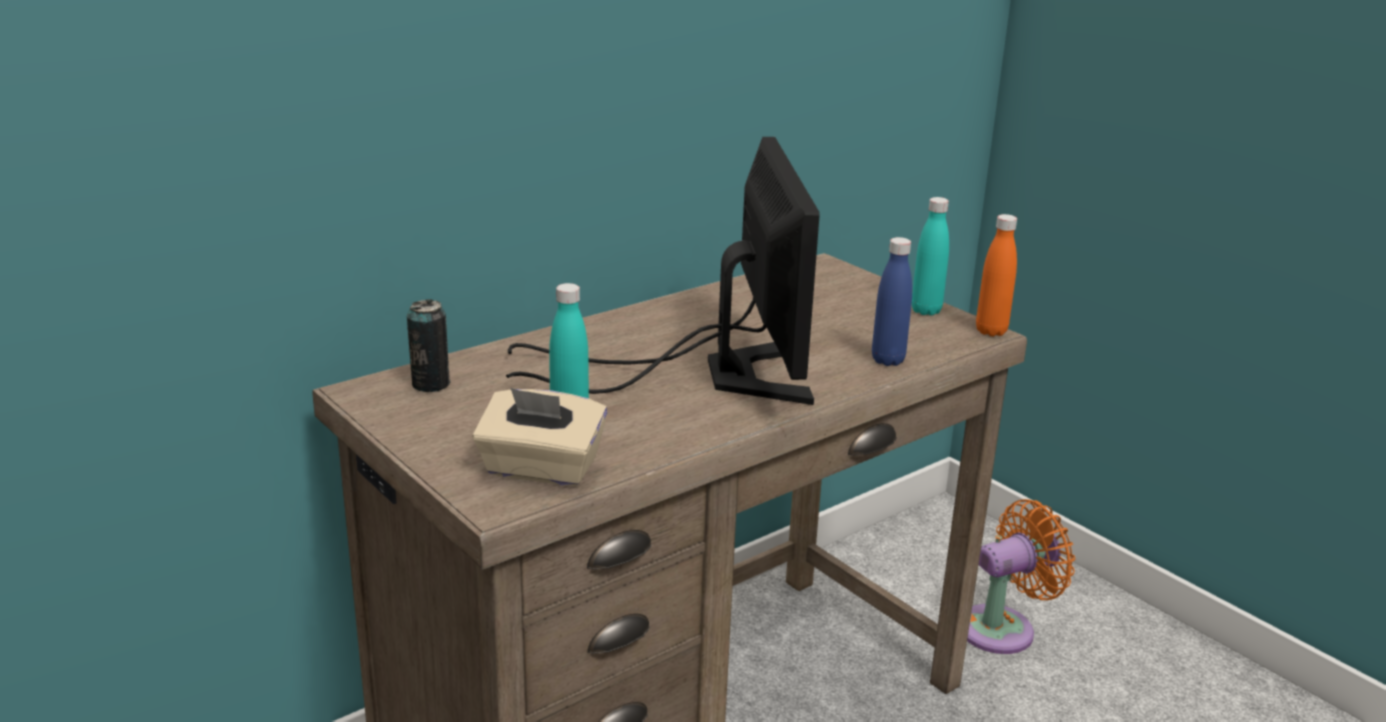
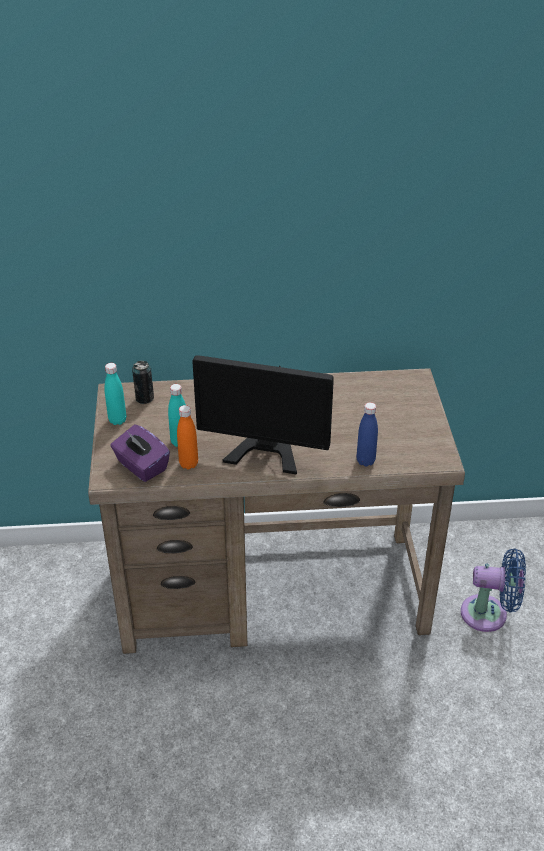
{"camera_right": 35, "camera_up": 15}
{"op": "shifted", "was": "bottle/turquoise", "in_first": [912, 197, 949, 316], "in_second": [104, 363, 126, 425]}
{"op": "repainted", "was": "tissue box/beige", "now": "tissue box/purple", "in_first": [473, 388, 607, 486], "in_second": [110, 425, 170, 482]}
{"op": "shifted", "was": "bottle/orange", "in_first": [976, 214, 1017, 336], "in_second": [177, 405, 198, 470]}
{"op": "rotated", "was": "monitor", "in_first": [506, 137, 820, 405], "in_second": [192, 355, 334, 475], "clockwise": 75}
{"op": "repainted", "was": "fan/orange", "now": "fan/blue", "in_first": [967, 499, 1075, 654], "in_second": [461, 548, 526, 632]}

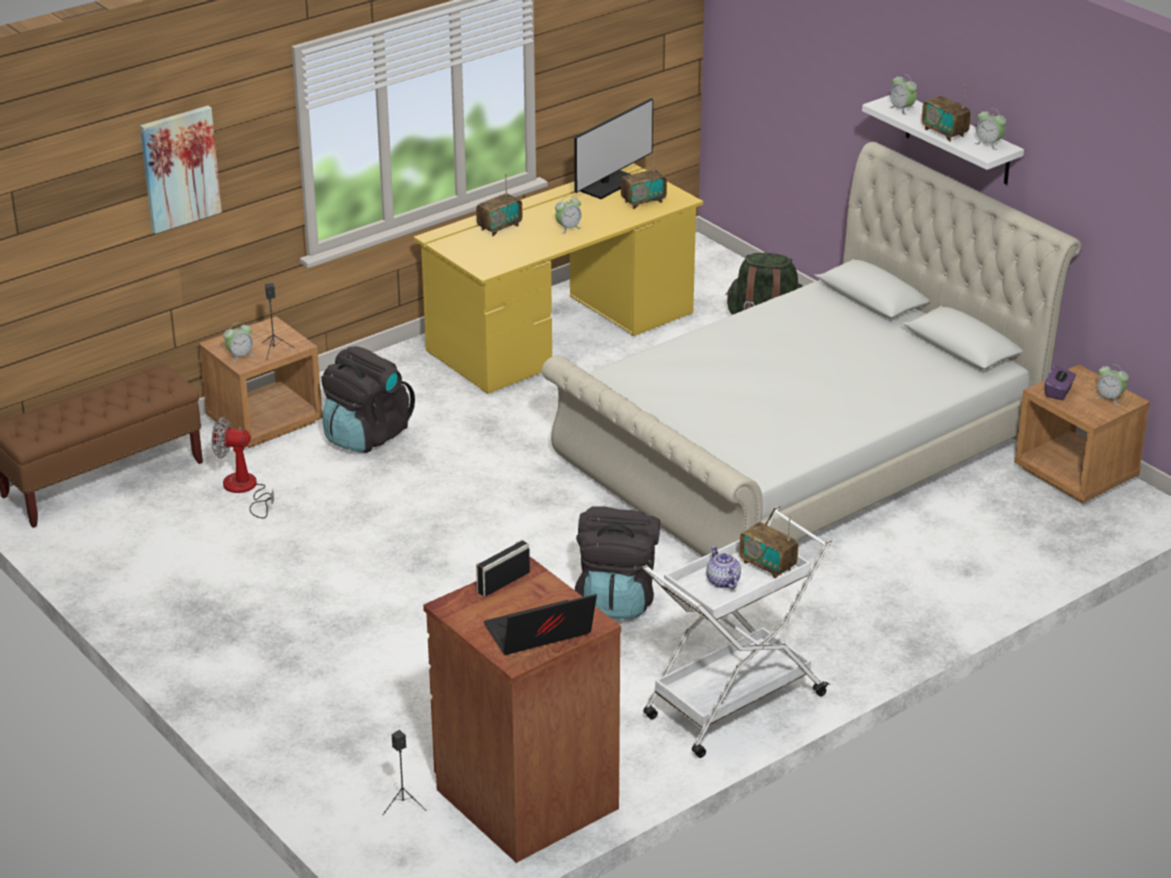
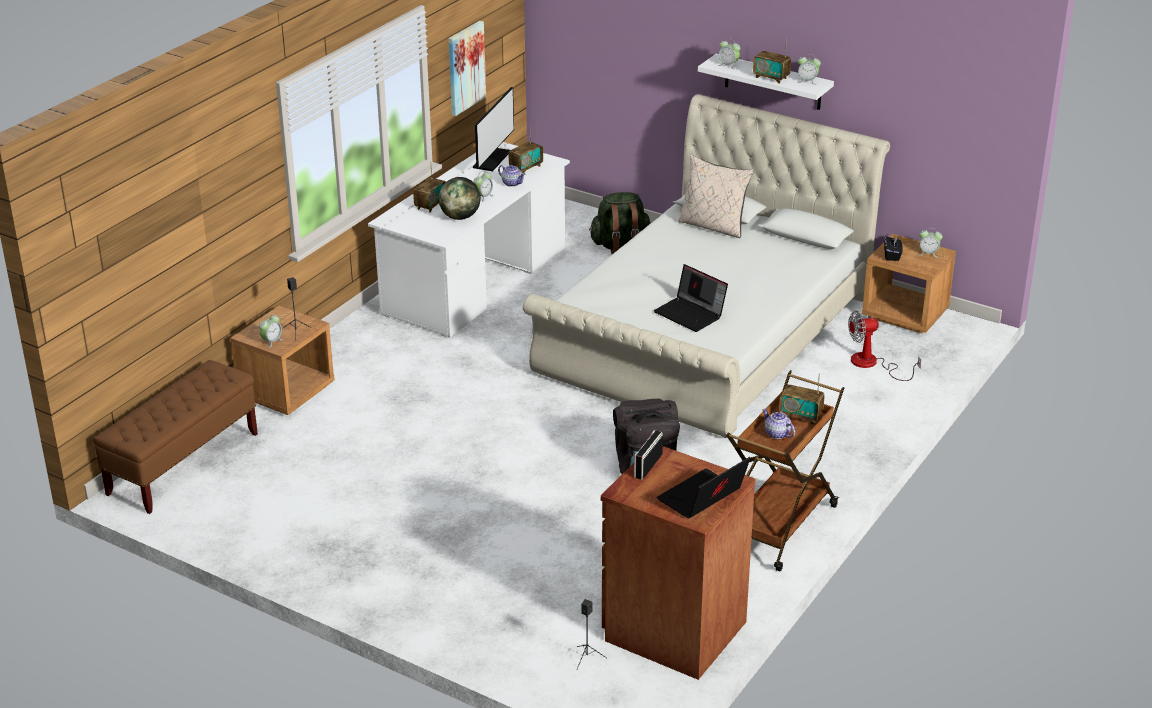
{"camera_right": -20, "camera_up": 0}
{"op": "repainted", "was": "desk/yellow", "now": "desk/white", "in_first": [413, 163, 703, 394], "in_second": [368, 142, 570, 337]}
{"op": "new", "now": "globe", "in_second": [439, 177, 480, 220]}
{"op": "shifted", "was": "picture", "in_first": [140, 106, 222, 234], "in_second": [448, 21, 486, 116]}
{"op": "new", "now": "teapot", "in_second": [498, 165, 526, 187]}
{"op": "new", "now": "laptop", "in_second": [654, 264, 728, 332]}
{"op": "new", "now": "pillow/beige", "in_second": [678, 155, 753, 238]}
{"op": "repainted", "was": "cart/white", "now": "cart/brown", "in_first": [642, 506, 832, 758], "in_second": [726, 370, 845, 571]}
{"op": "shifted", "was": "fan", "in_first": [212, 416, 274, 519], "in_second": [848, 311, 921, 381]}
{"op": "repainted", "was": "tissue box/purple", "now": "tissue box/black", "in_first": [1045, 365, 1076, 400], "in_second": [884, 236, 903, 261]}
{"op": "gone", "was": "backpack/black", "in_first": [321, 346, 415, 453]}

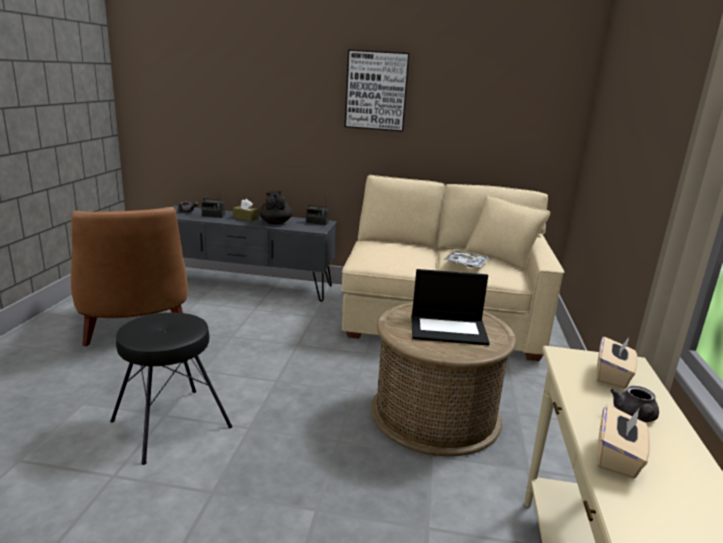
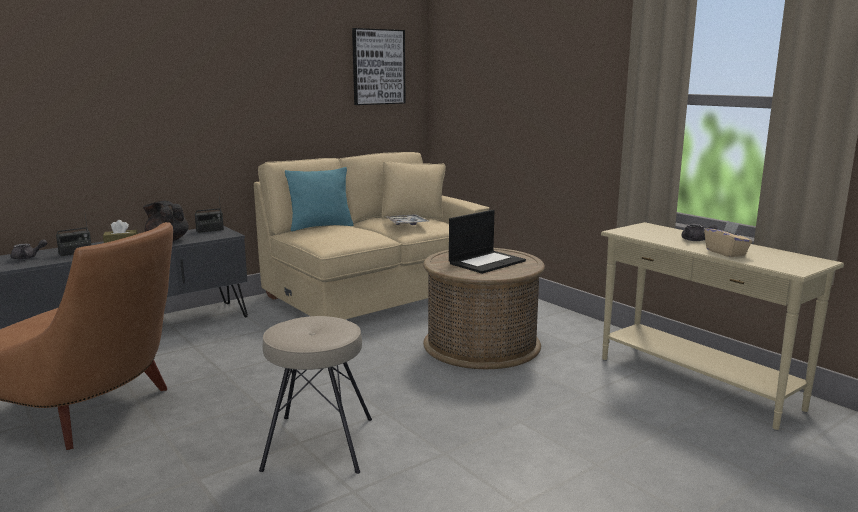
{"camera_right": -45, "camera_up": -5}
{"op": "repainted", "was": "stool/black", "now": "stool/beige", "in_first": [110, 312, 232, 465], "in_second": [259, 316, 372, 474]}
{"op": "new", "now": "pillow/turquoise", "in_second": [285, 167, 354, 231]}
{"op": "shifted", "was": "picture", "in_first": [345, 49, 410, 132], "in_second": [352, 28, 406, 105]}
{"op": "gone", "was": "tissue box/beige", "in_first": [597, 337, 638, 389]}

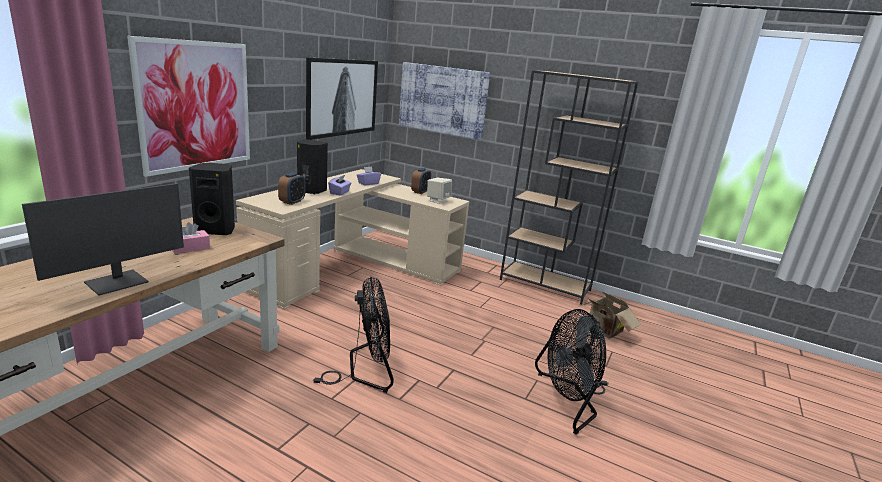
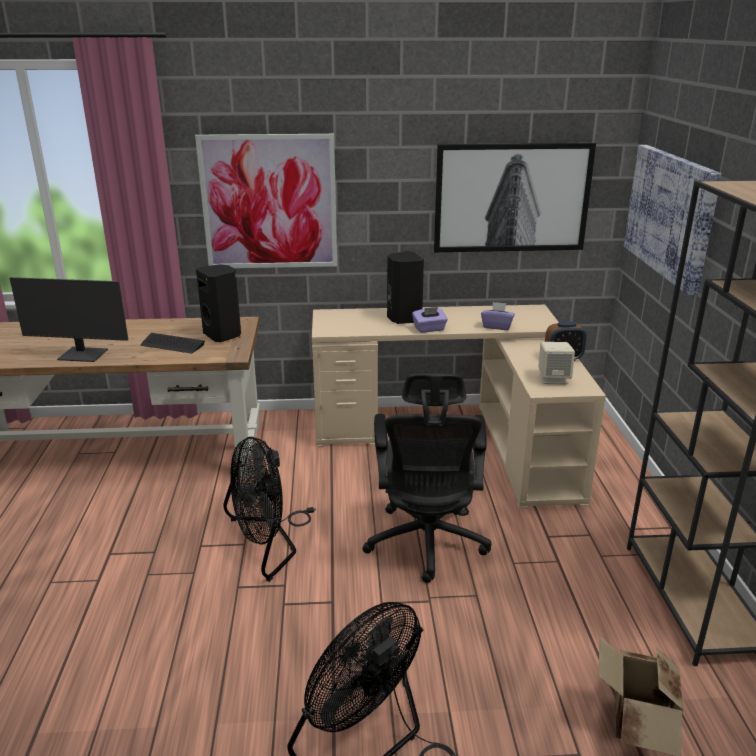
{"camera_right": 60, "camera_up": 5}
{"op": "swapped", "was": "tissue box/pink", "now": "keyboard", "in_first": [172, 222, 210, 254], "in_second": [141, 333, 205, 353]}
{"op": "rotated", "was": "fan/black", "in_first": [312, 277, 394, 393], "in_second": [223, 437, 316, 582], "clockwise": 105}
{"op": "new", "now": "office chair", "in_second": [362, 373, 491, 583]}
{"op": "gone", "was": "alarm clock", "in_first": [278, 172, 306, 205]}

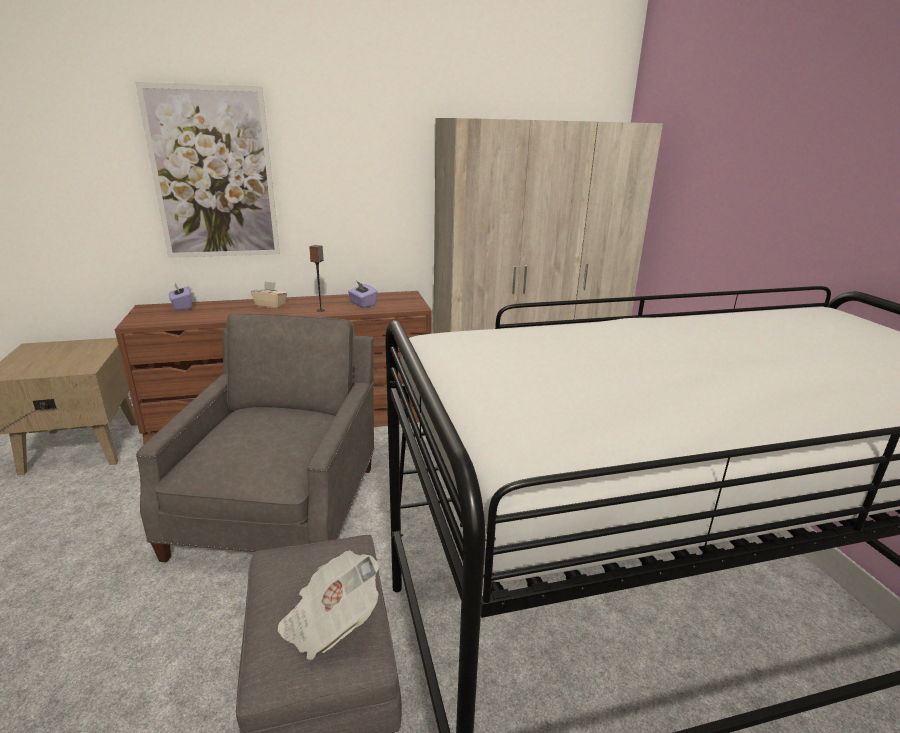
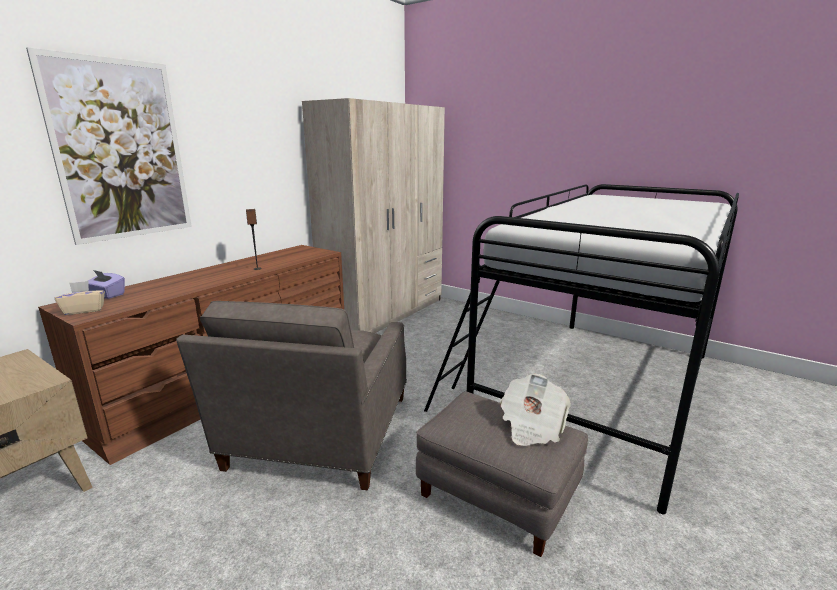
{"camera_right": -40, "camera_up": -5}
{"op": "shifted", "was": "tissue box/beige", "in_first": [251, 281, 287, 308], "in_second": [55, 281, 105, 315]}
{"op": "rotated", "was": "armchair/grey", "in_first": [136, 313, 375, 562], "in_second": [176, 301, 407, 491], "clockwise": -135}
{"op": "gone", "was": "tissue box/purple", "in_first": [348, 282, 378, 308]}

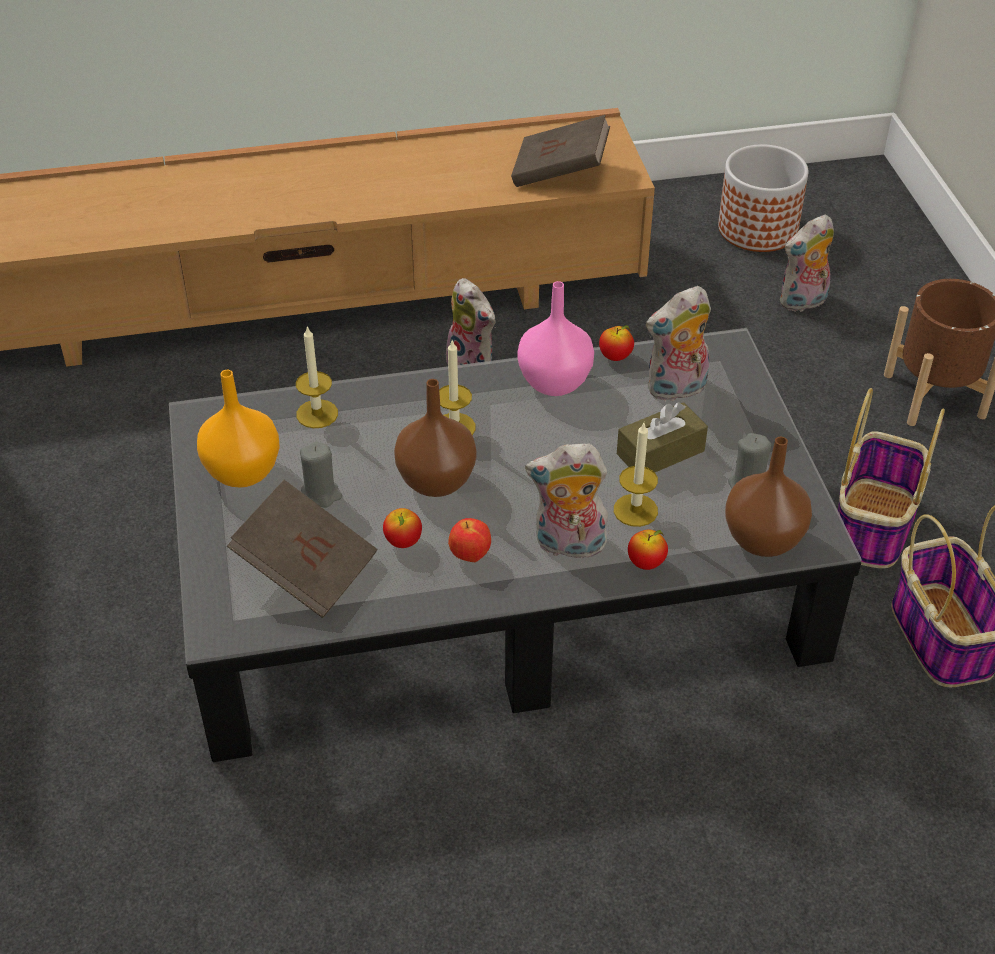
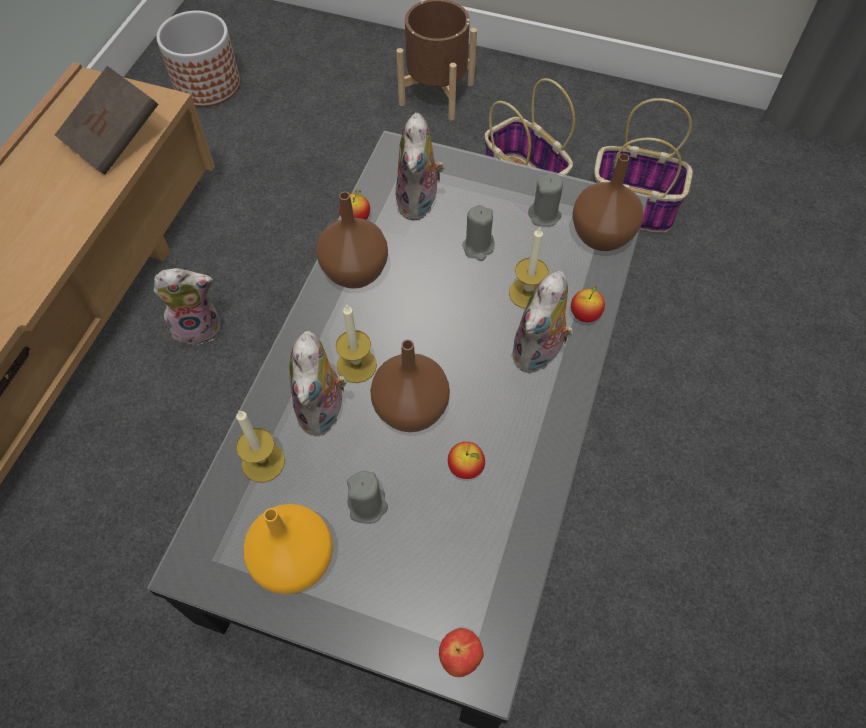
{"camera_right": -60, "camera_up": 15}
{"op": "shifted", "was": "plush toy", "in_first": [780, 214, 834, 313], "in_second": [289, 331, 347, 436]}
{"op": "repainted", "was": "vase/pink", "now": "vase/brown", "in_first": [517, 281, 594, 396], "in_second": [316, 192, 388, 289]}
{"op": "shifted", "was": "apple", "in_first": [448, 518, 491, 562], "in_second": [439, 628, 484, 677]}
{"op": "swapped", "was": "tissue box/brown", "now": "candle/grey", "in_first": [617, 402, 708, 472], "in_second": [462, 205, 495, 261]}
{"op": "gone", "was": "book/brown", "in_first": [227, 480, 377, 618]}

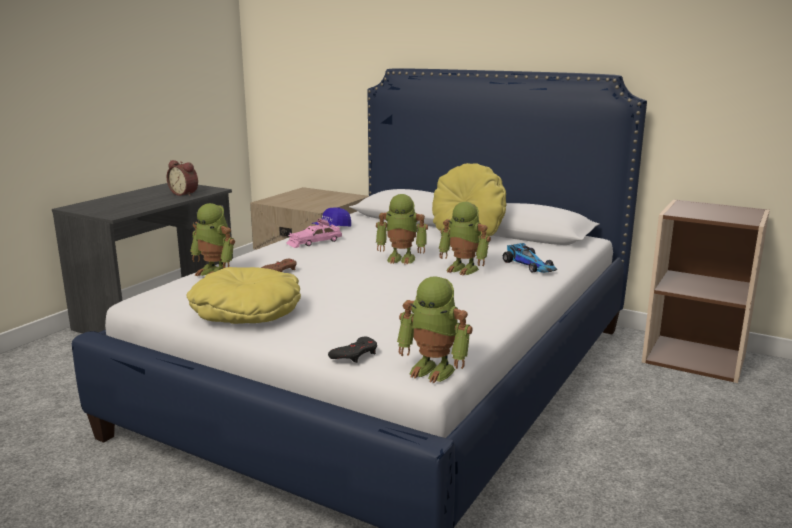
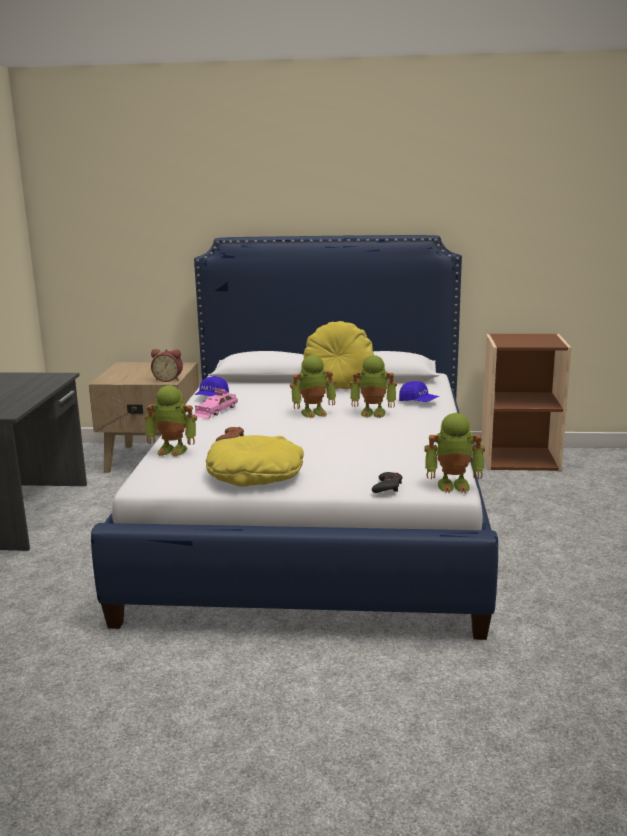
{"camera_right": -25, "camera_up": 0}
{"op": "shifted", "was": "alarm clock", "in_first": [167, 160, 198, 196], "in_second": [151, 349, 183, 382]}
{"op": "swapped", "was": "toy car", "now": "cap/blue", "in_first": [503, 243, 557, 273], "in_second": [399, 381, 439, 402]}

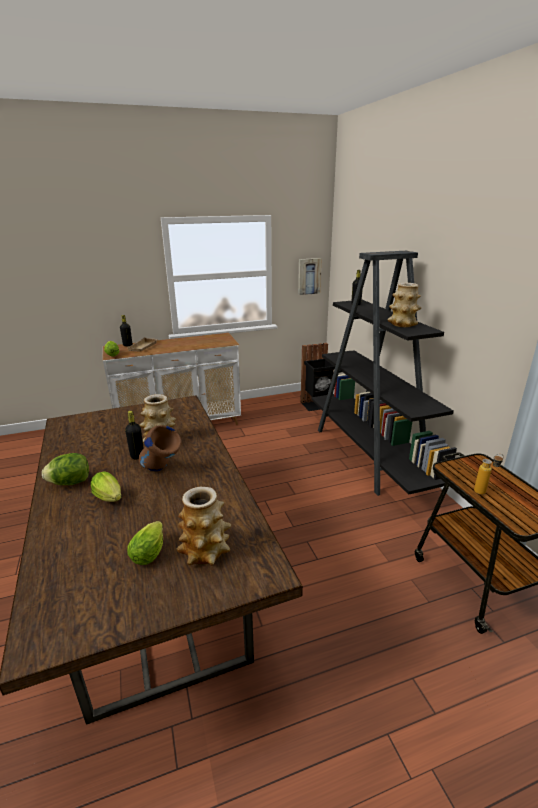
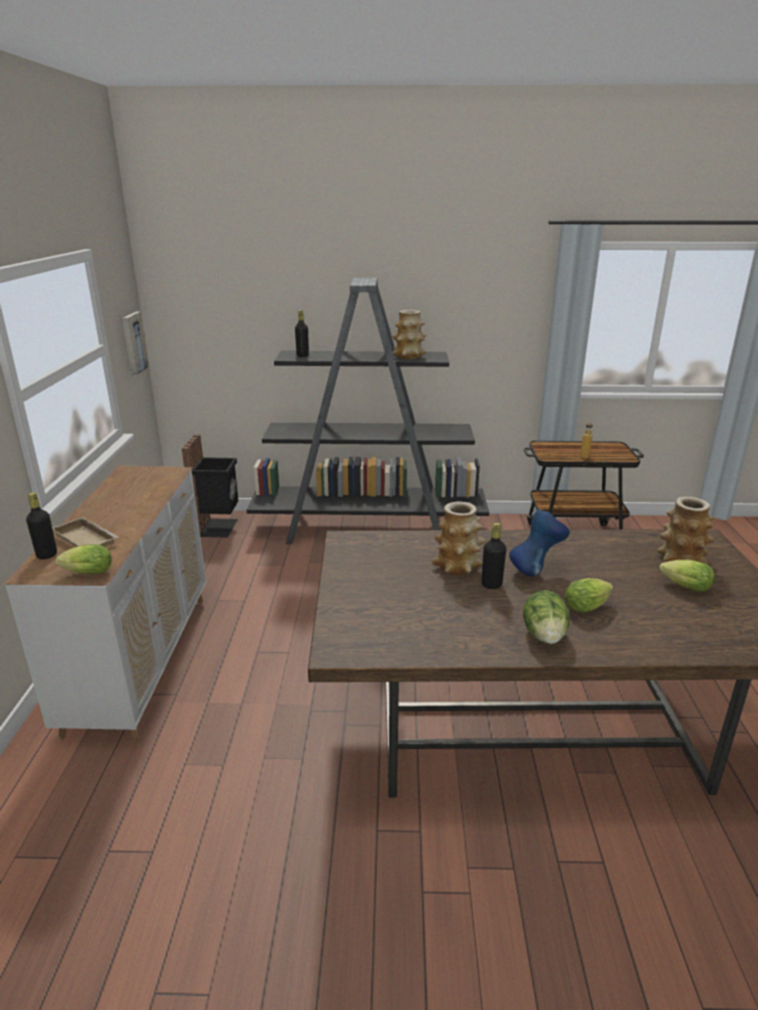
{"camera_right": -70, "camera_up": 0}
{"op": "repainted", "was": "vase/brown", "now": "vase/blue", "in_first": [139, 425, 182, 471], "in_second": [509, 509, 570, 577]}

